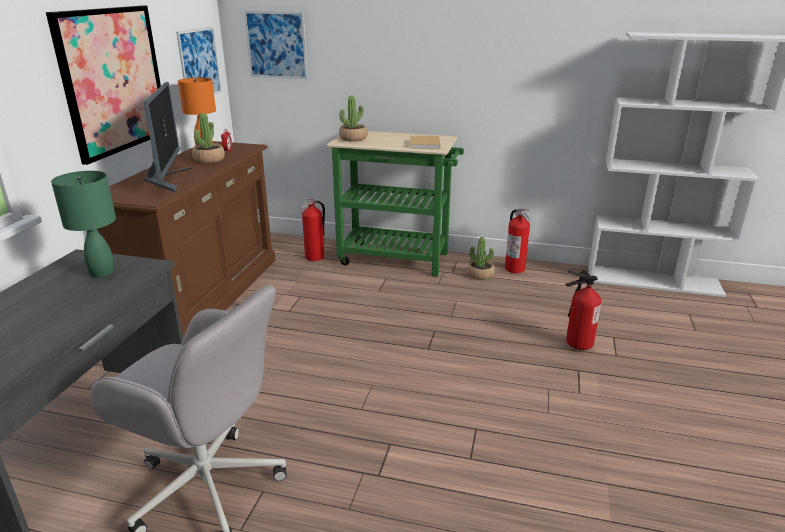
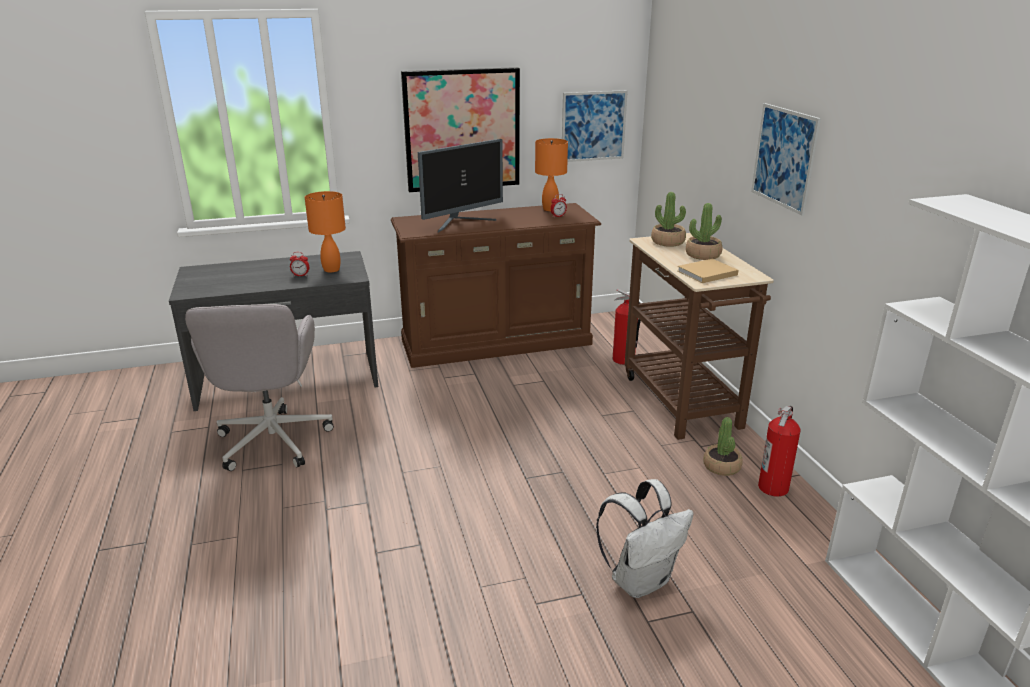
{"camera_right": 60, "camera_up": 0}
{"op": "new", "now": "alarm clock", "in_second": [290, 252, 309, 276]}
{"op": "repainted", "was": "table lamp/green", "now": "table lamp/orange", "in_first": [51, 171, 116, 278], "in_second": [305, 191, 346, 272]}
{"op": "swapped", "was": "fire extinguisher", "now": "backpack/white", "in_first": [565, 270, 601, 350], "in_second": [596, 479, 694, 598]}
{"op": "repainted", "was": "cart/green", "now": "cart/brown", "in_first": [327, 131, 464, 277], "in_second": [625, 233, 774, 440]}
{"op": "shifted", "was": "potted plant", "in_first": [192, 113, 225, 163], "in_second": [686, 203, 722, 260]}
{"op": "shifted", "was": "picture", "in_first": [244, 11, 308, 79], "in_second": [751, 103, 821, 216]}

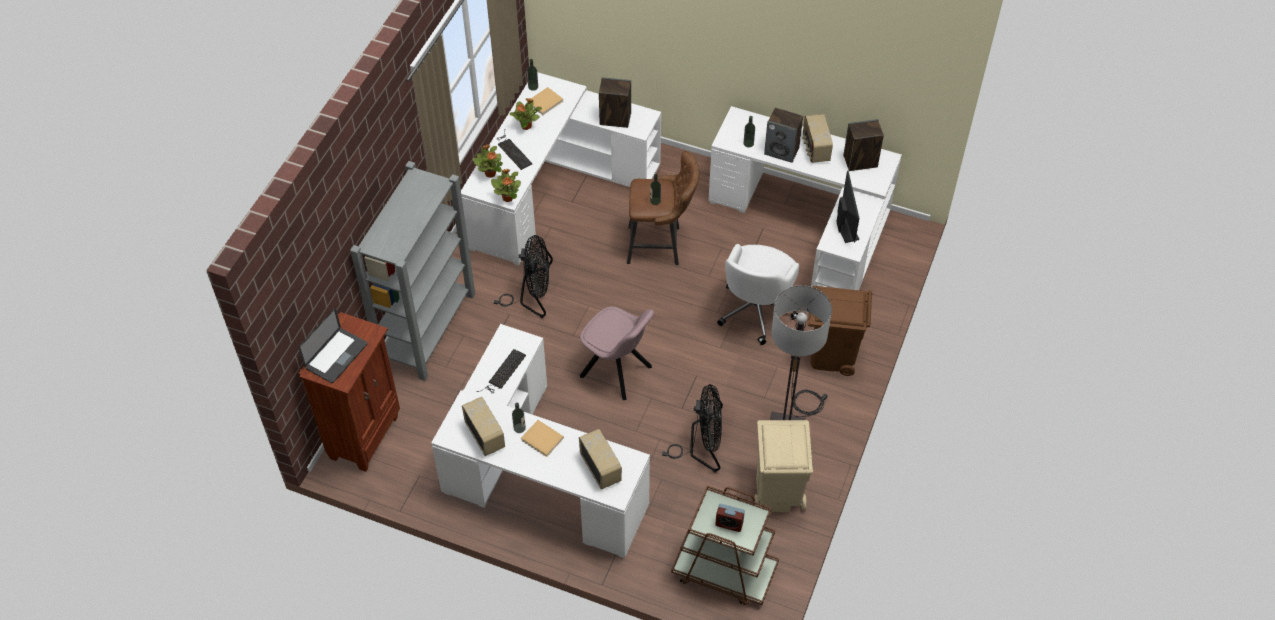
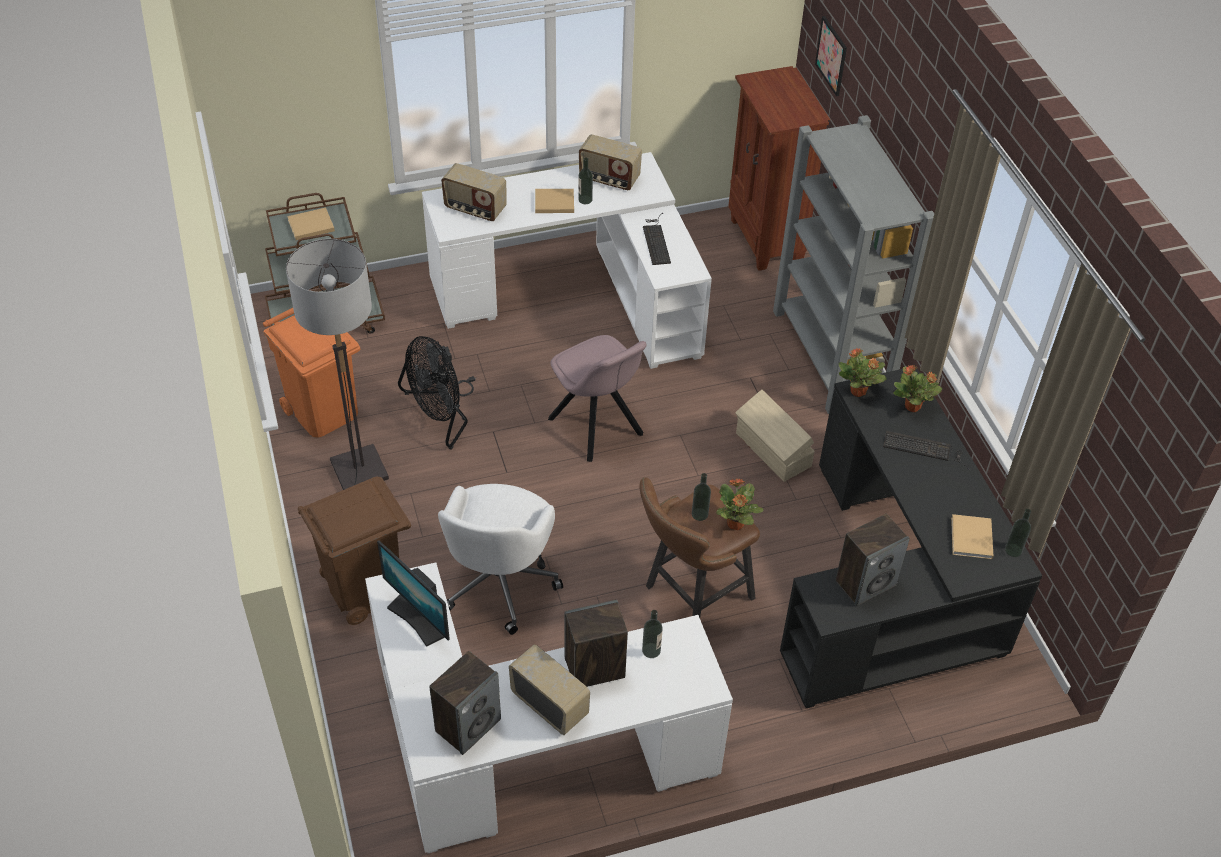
{"camera_right": 140, "camera_up": -5}
{"op": "repainted", "was": "trash can/beige", "now": "trash can/orange", "in_first": [754, 420, 813, 512], "in_second": [263, 308, 360, 438]}
{"op": "swapped", "was": "alarm clock", "now": "book/beige", "in_first": [715, 504, 745, 532], "in_second": [287, 208, 335, 240]}
{"op": "rotated", "was": "office chair/white", "in_first": [717, 244, 799, 345], "in_second": [438, 484, 563, 635], "clockwise": -150}
{"op": "rotated", "was": "chair/pink", "in_first": [580, 306, 654, 400], "in_second": [548, 335, 647, 462], "clockwise": -120}
{"op": "shifted", "was": "potted plant", "in_first": [510, 98, 542, 130], "in_second": [716, 478, 763, 530]}
{"op": "swapped", "was": "fan/black", "now": "storage box/beige", "in_first": [494, 235, 553, 318], "in_second": [735, 390, 815, 482]}
{"op": "repainted", "was": "desk/white", "now": "desk/black", "in_first": [461, 72, 661, 266], "in_second": [780, 366, 1043, 708]}
{"op": "new", "now": "picture", "in_second": [815, 16, 847, 96]}
{"op": "gone", "was": "laptop", "in_first": [299, 308, 367, 383]}

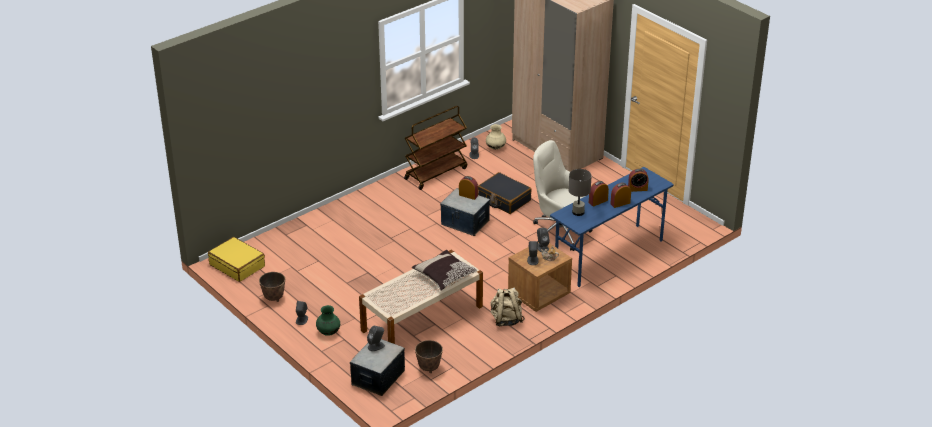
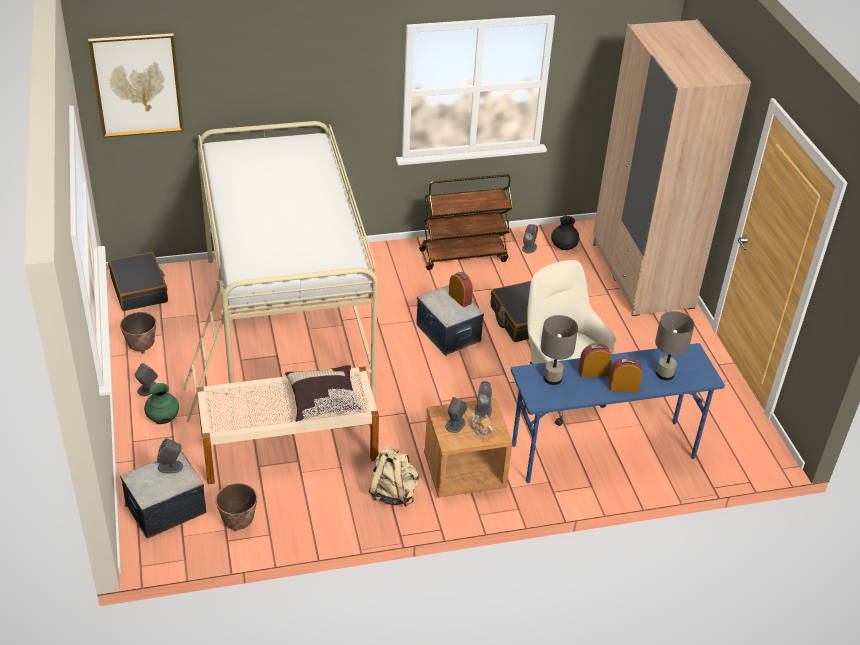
{"camera_right": 25, "camera_up": 5}
{"op": "new", "now": "picture", "in_second": [88, 33, 184, 138]}
{"op": "repainted", "was": "suitcase/yellow", "now": "suitcase/black", "in_first": [208, 237, 265, 282], "in_second": [108, 252, 168, 311]}
{"op": "new", "now": "bed/beige", "in_second": [183, 121, 378, 422]}
{"op": "repainted", "was": "vase/beige", "now": "vase/black", "in_first": [486, 124, 506, 150], "in_second": [551, 216, 579, 250]}
{"op": "swapped", "was": "alarm clock", "now": "table lamp/grey", "in_first": [628, 169, 649, 192], "in_second": [655, 311, 694, 380]}

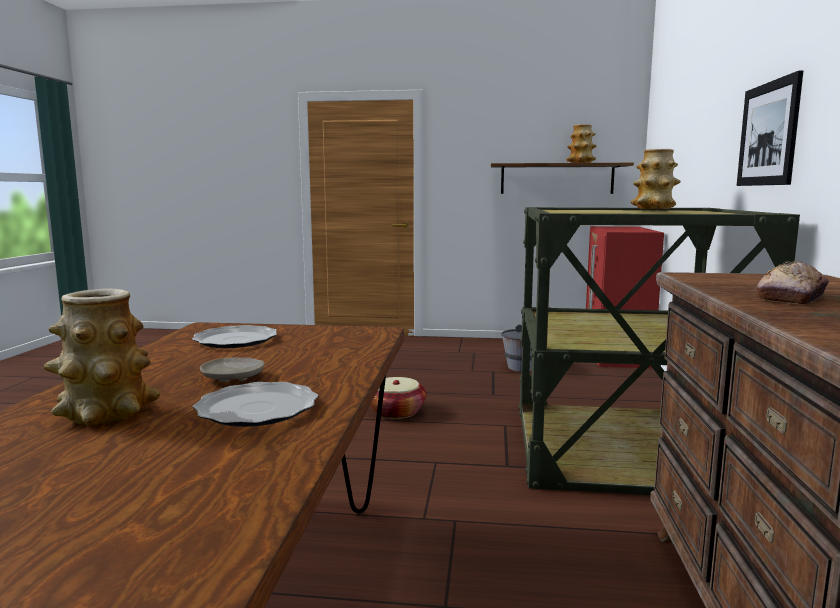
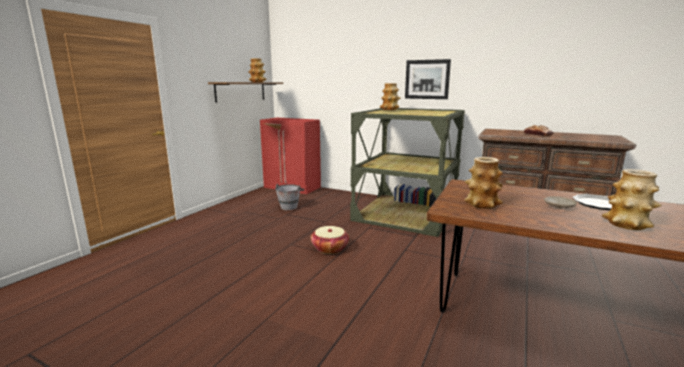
{"camera_right": -70, "camera_up": 5}
{"op": "swapped", "was": "plate", "now": "vase", "in_first": [192, 325, 277, 348], "in_second": [464, 157, 503, 209]}

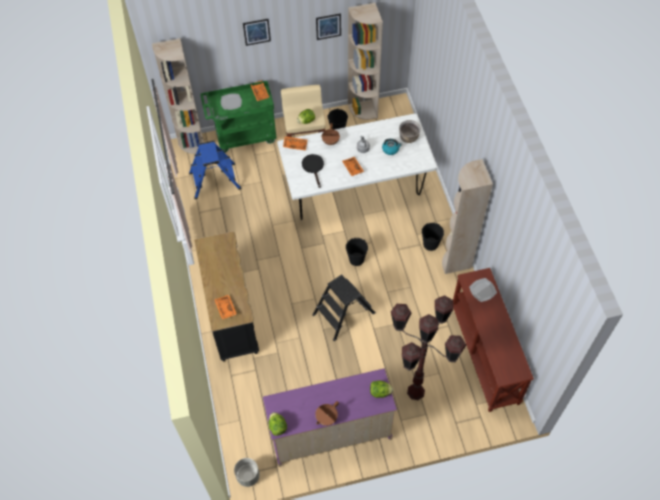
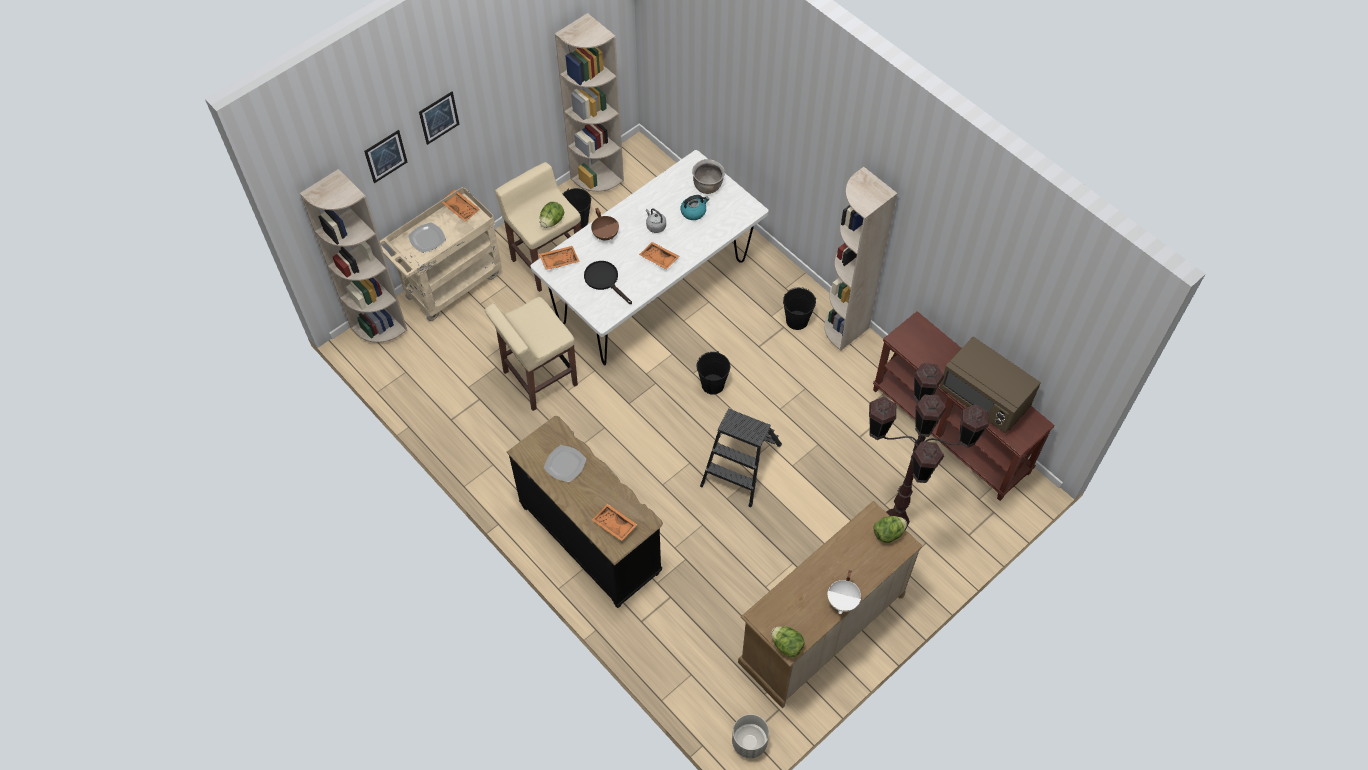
{"camera_right": -30, "camera_up": 0}
{"op": "shifted", "was": "picture", "in_first": [316, 13, 341, 40], "in_second": [364, 130, 407, 183]}
{"op": "repainted", "was": "cart/green", "now": "cart/beige", "in_first": [200, 81, 276, 153], "in_second": [380, 187, 502, 321]}
{"op": "new", "now": "stool/beige", "in_second": [485, 297, 578, 411]}
{"op": "shifted", "was": "plate", "in_first": [469, 278, 497, 302], "in_second": [544, 445, 586, 482]}
{"op": "repainted", "was": "cabinet/purple", "now": "cabinet/brown", "in_first": [263, 368, 397, 467], "in_second": [738, 501, 923, 708]}
{"op": "repainted", "was": "cooking pot/brown", "now": "cooking pot/white", "in_first": [315, 401, 339, 426], "in_second": [828, 570, 861, 614]}
{"op": "new", "now": "microwave/brown", "in_second": [940, 337, 1041, 434]}
{"op": "gone", "was": "step ladder/blue", "in_first": [189, 141, 242, 199]}

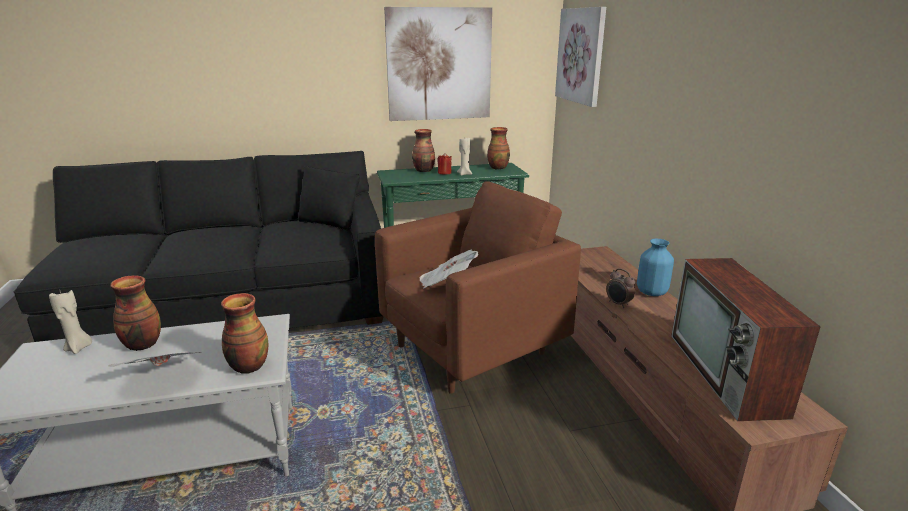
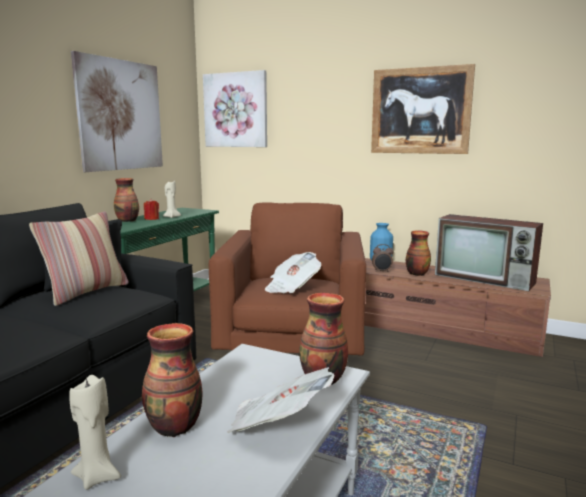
{"camera_right": -50, "camera_up": -10}
{"op": "new", "now": "pillow", "in_second": [29, 212, 129, 306]}
{"op": "new", "now": "picture", "in_second": [371, 64, 475, 154]}
{"op": "shifted", "was": "vase", "in_first": [487, 127, 510, 170], "in_second": [406, 230, 431, 276]}

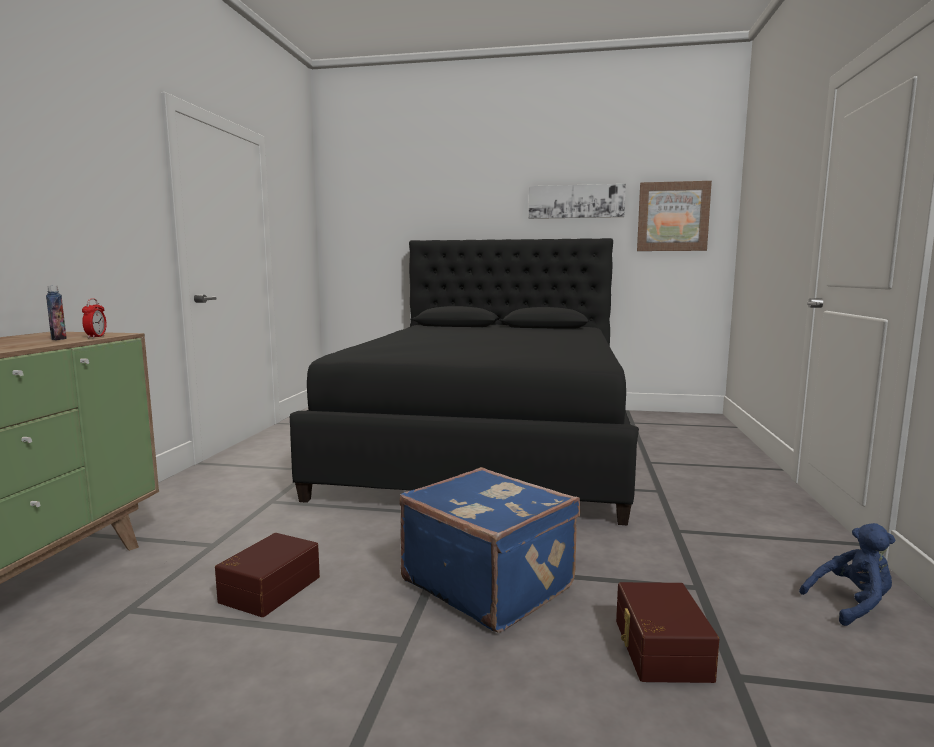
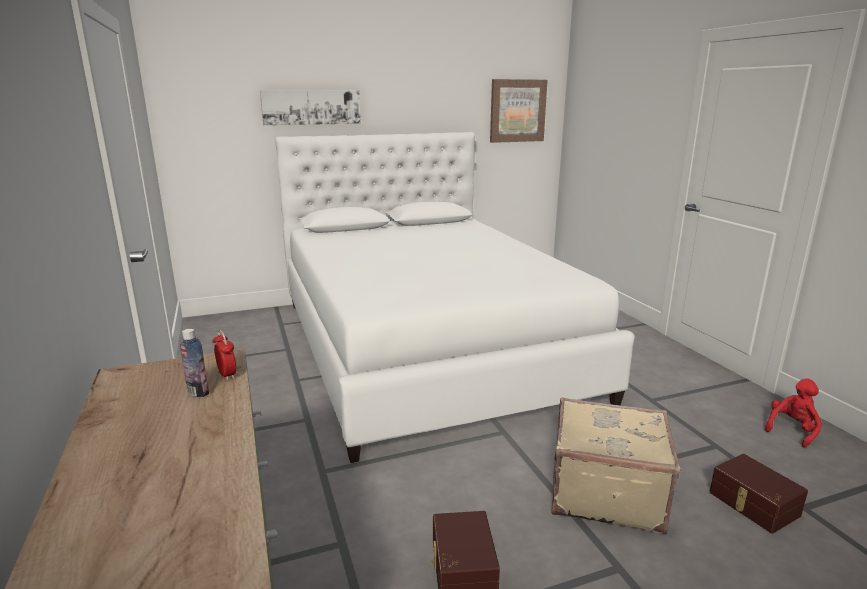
{"camera_right": -30, "camera_up": 10}
{"op": "shifted", "was": "picture", "in_first": [529, 184, 626, 219], "in_second": [260, 90, 361, 125]}
{"op": "repainted", "was": "bed/black", "now": "bed/white", "in_first": [290, 238, 639, 526], "in_second": [275, 132, 635, 463]}
{"op": "repainted", "was": "suitcase/blue", "now": "suitcase/beige", "in_first": [400, 467, 580, 633], "in_second": [551, 398, 681, 534]}
{"op": "repainted", "was": "plush toy/blue", "now": "plush toy/red", "in_first": [799, 523, 895, 626], "in_second": [765, 378, 822, 448]}

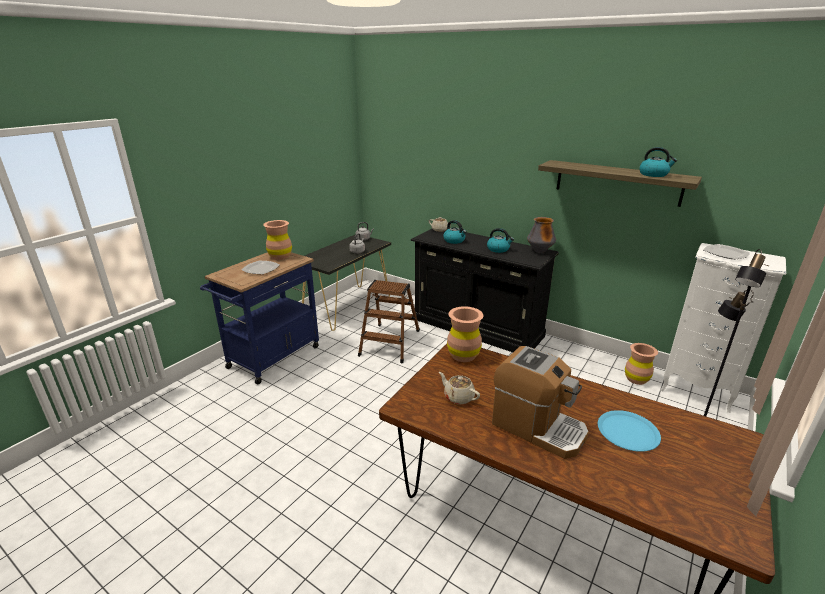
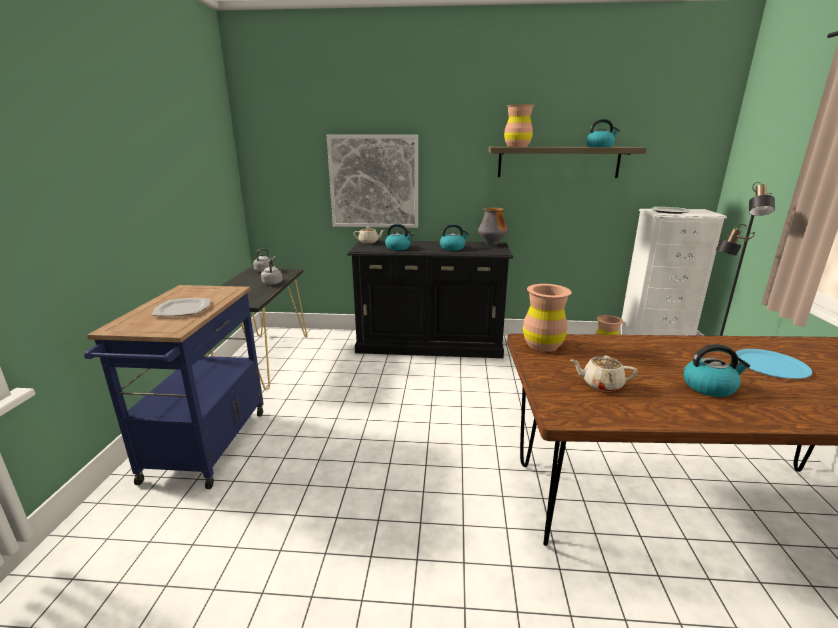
{"camera_right": -30, "camera_up": -5}
{"op": "new", "now": "picture", "in_second": [327, 135, 418, 228]}
{"op": "shifted", "was": "vase/brown", "in_first": [263, 220, 292, 260], "in_second": [504, 104, 534, 147]}
{"op": "swapped", "was": "coffee machine", "now": "kettle", "in_first": [492, 346, 589, 459], "in_second": [683, 344, 750, 397]}
{"op": "gone", "was": "step ladder/brown", "in_first": [358, 280, 420, 363]}

